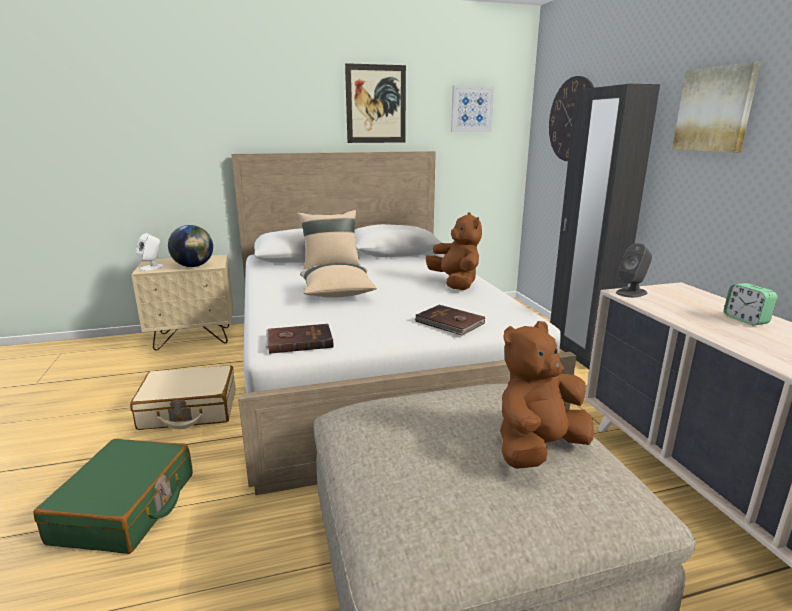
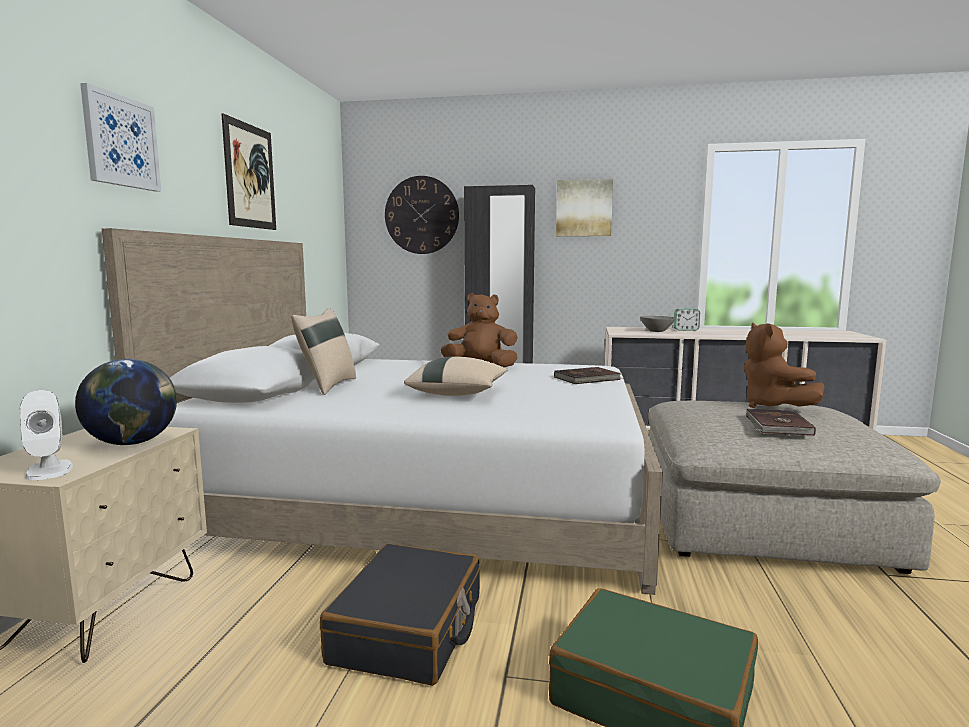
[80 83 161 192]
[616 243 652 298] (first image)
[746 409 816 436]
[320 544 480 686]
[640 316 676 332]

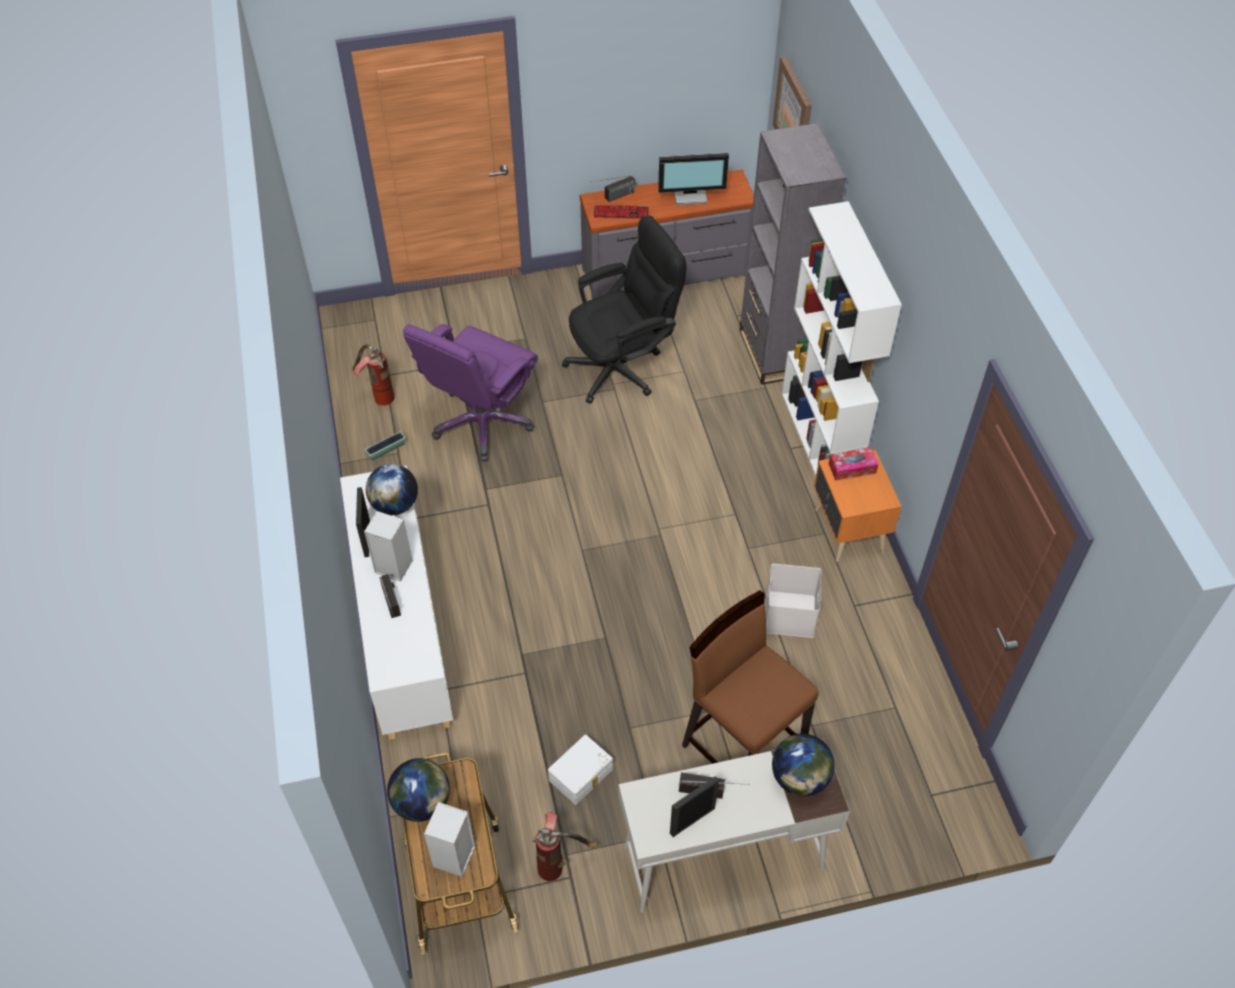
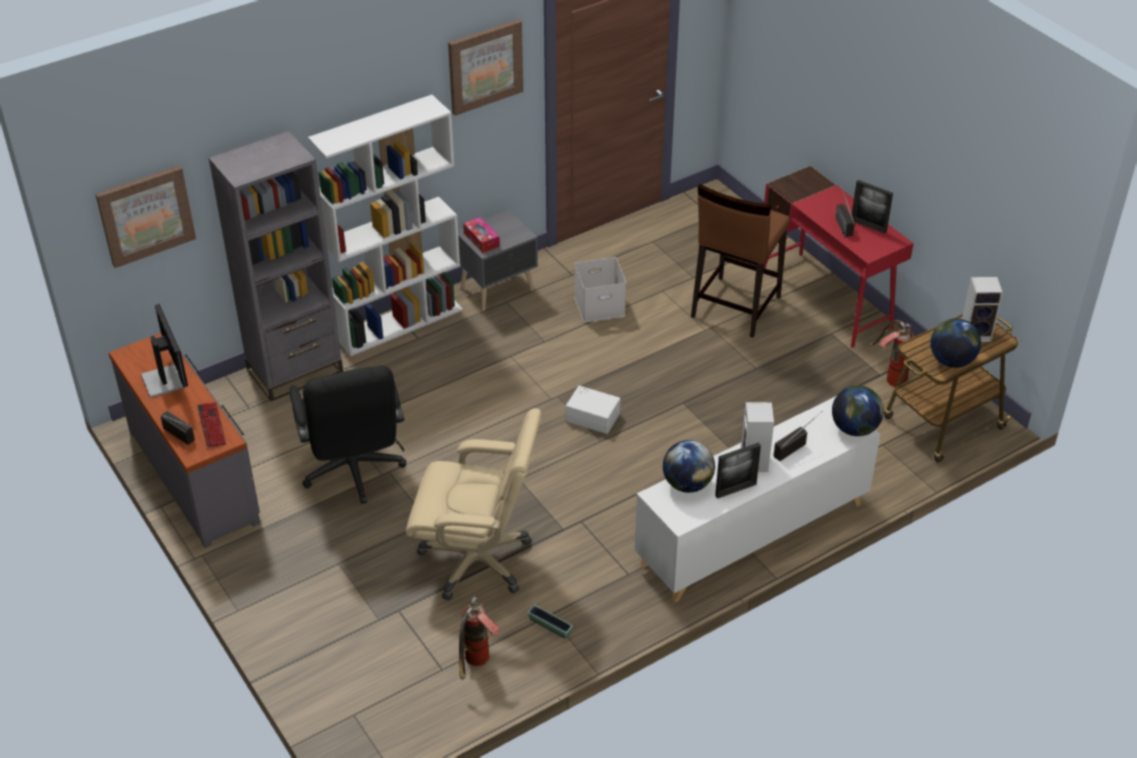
[289 366 406 504]
[406 408 542 600]
[458 210 538 311]
[566 386 620 434]
[832 385 884 436]
[764 166 914 348]
[448 19 523 116]

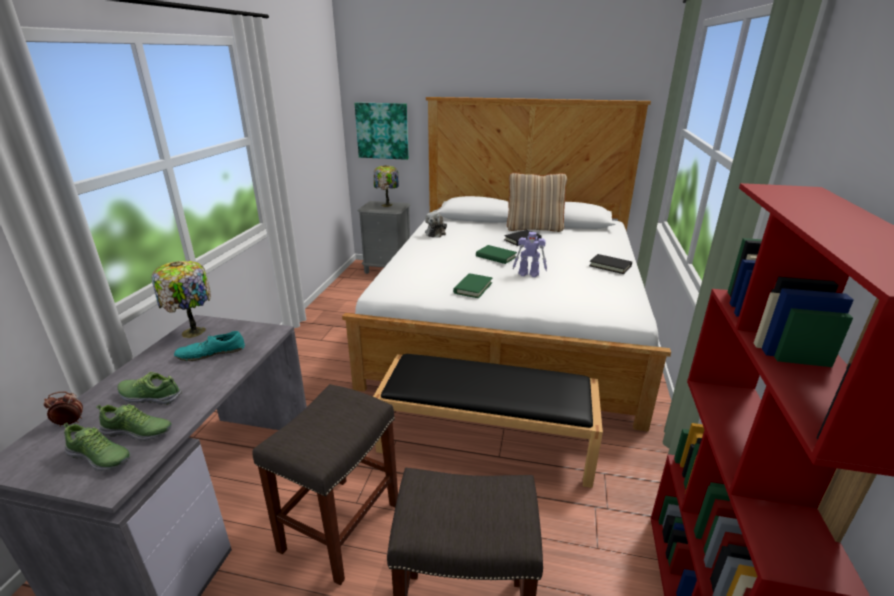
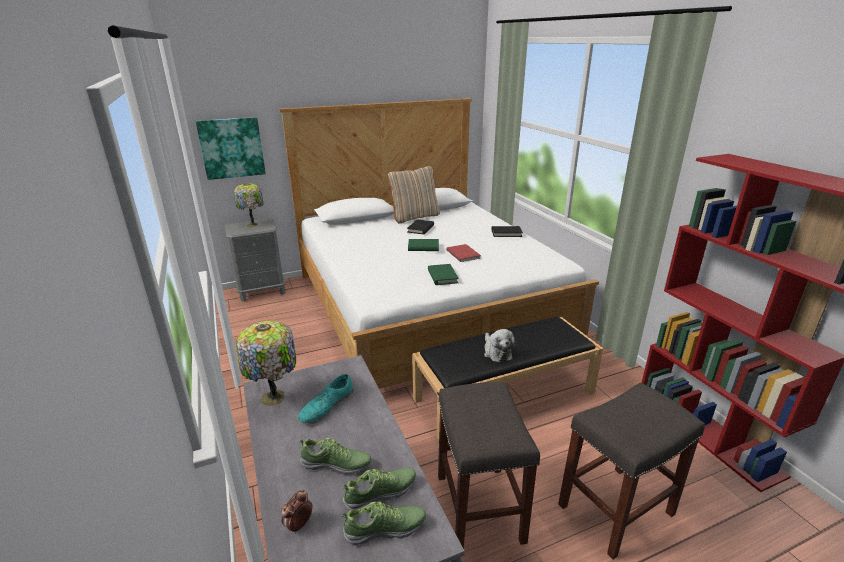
[484 329 515 363]
[446 244 481 262]
[299 438 371 475]

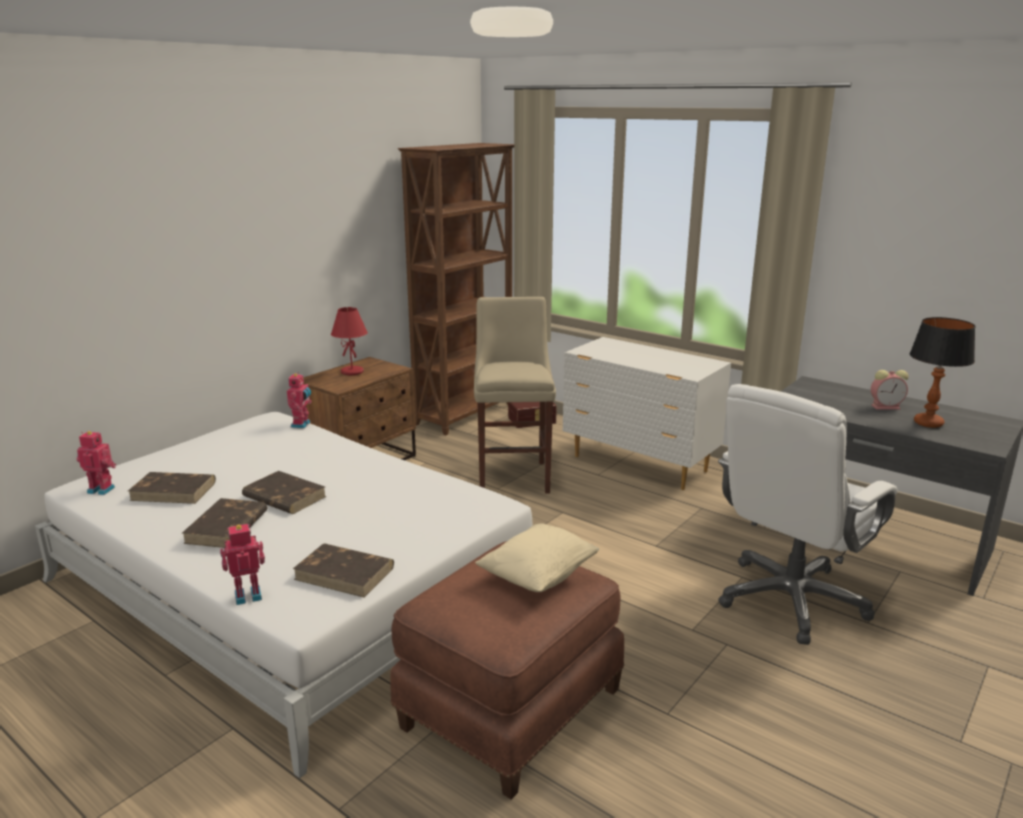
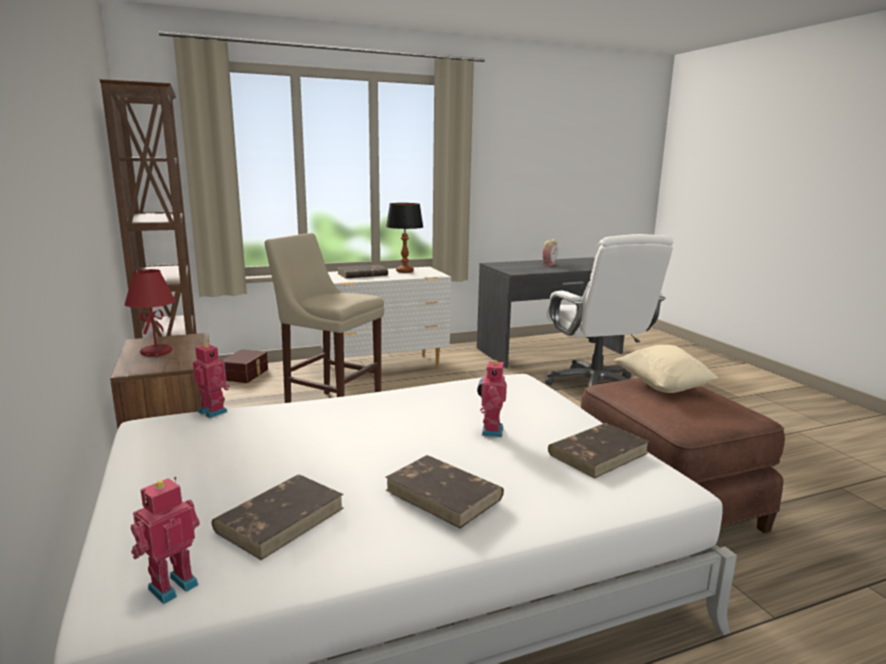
[386 203 423 273]
[337 264 388 279]
[477 358 507 437]

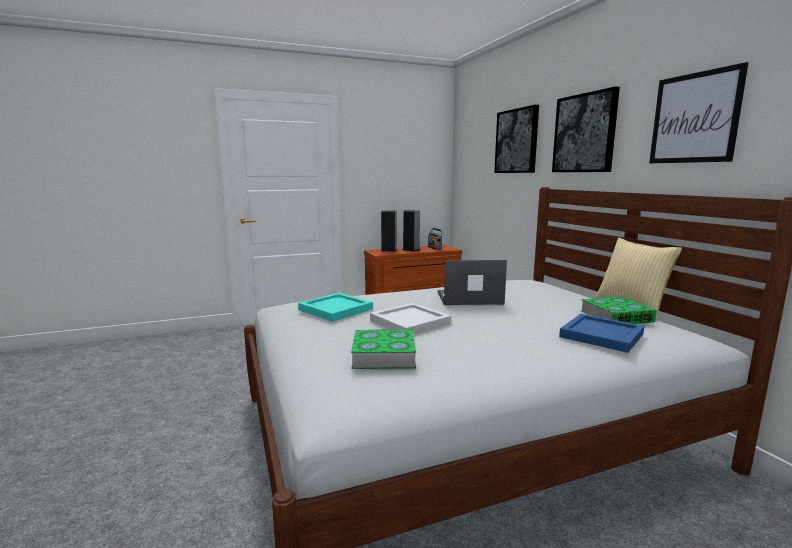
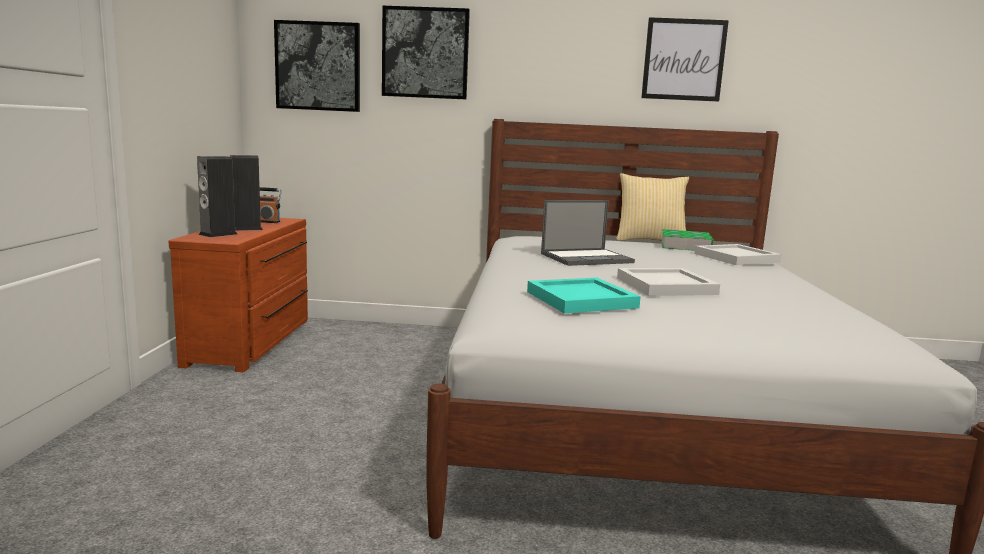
[274 20 360 112]
[541 200 635 266]
[694 244 782 265]
[351 330 416 369] (first image)

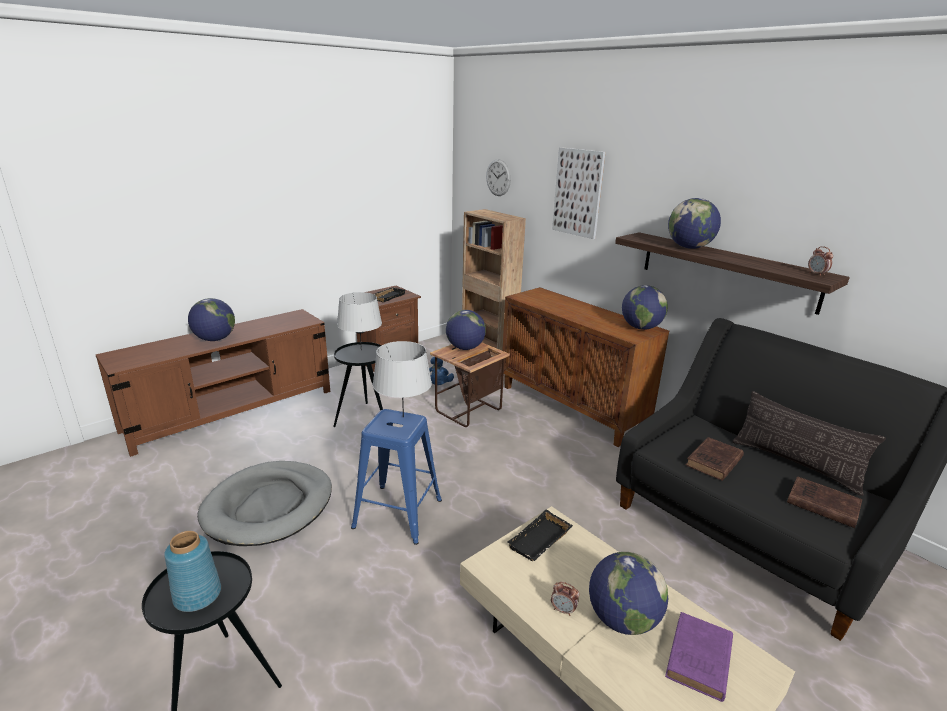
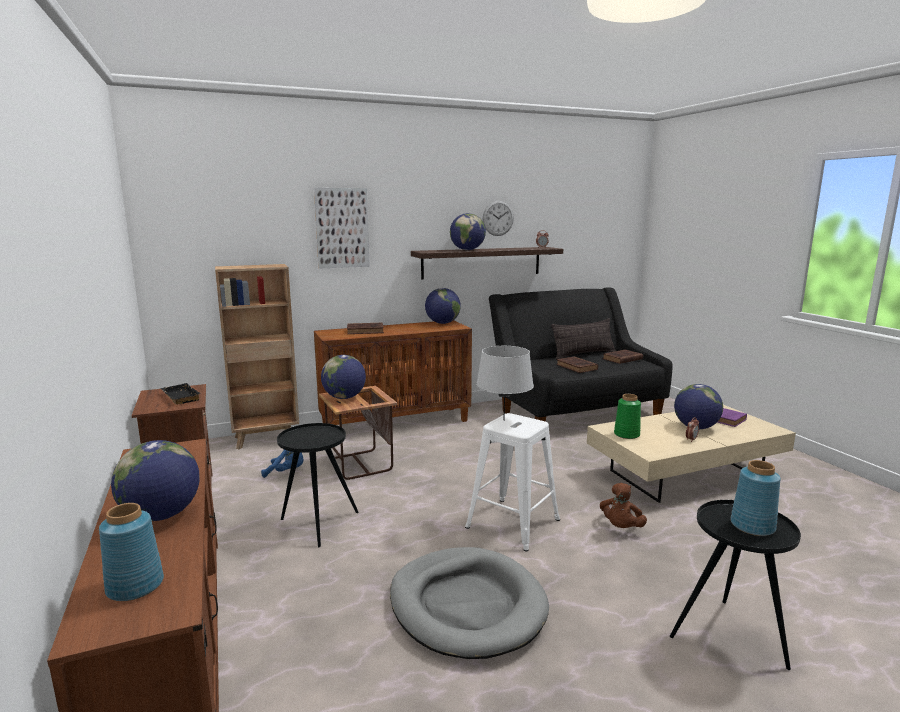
[483 201 514 236]
[337 292 382 351] (first image)
[465 413 560 552]
[614 394 641 439]
[347 323 384 334]
[600 483 647 528]
[99 503 164 601]

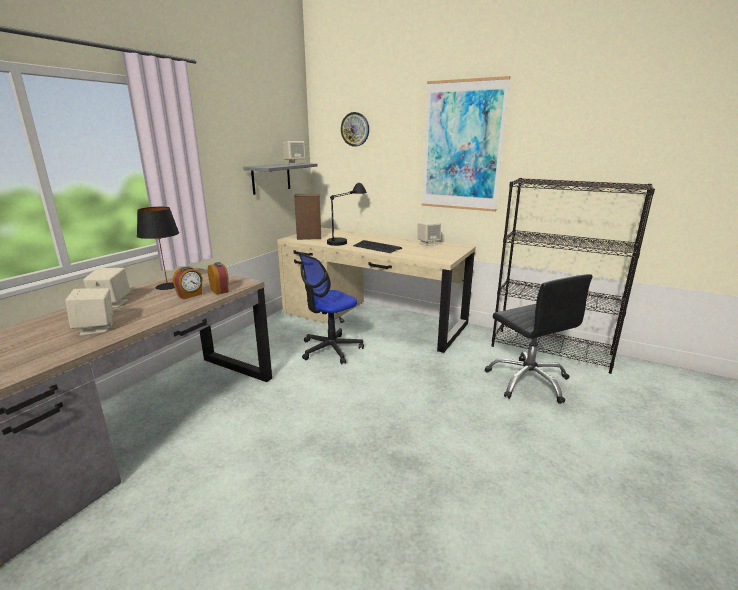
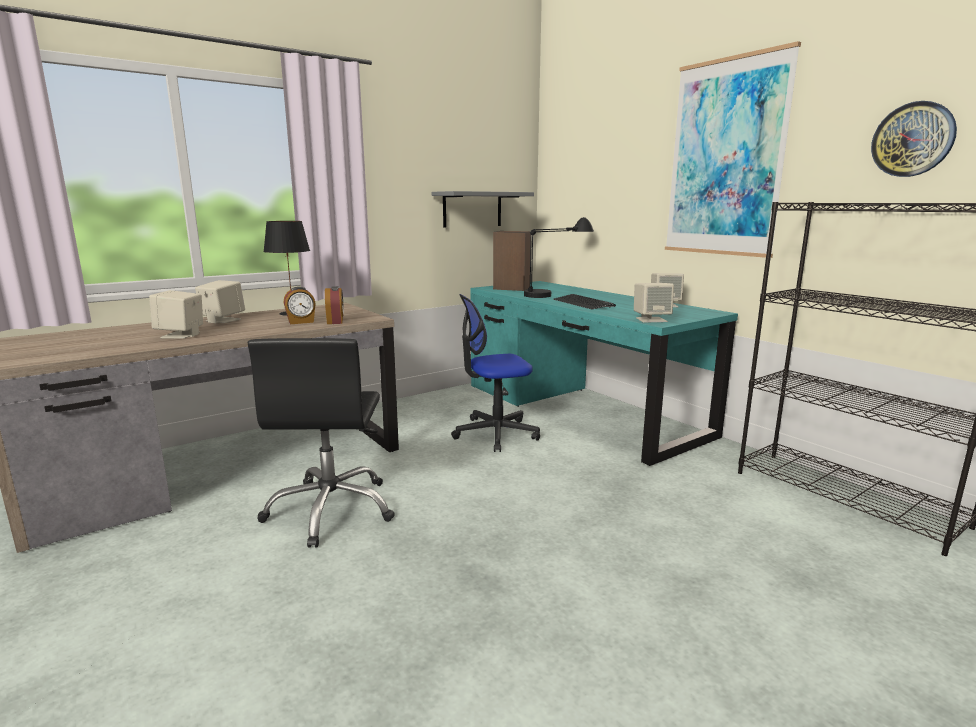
[871 101 957 177]
[634 283 674 323]
[470 281 738 466]
[248 338 395 548]

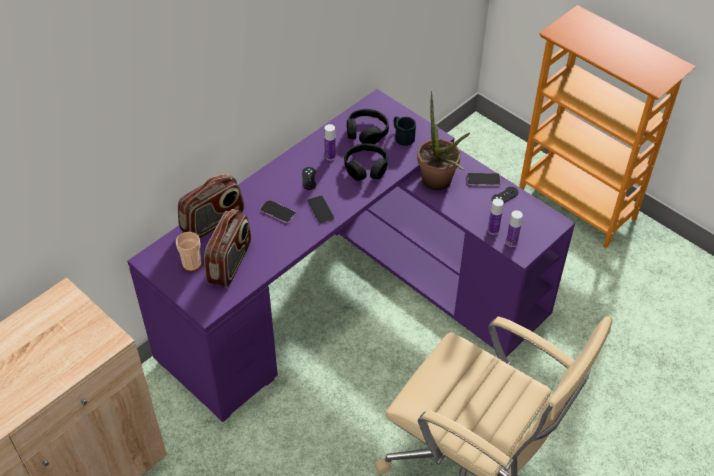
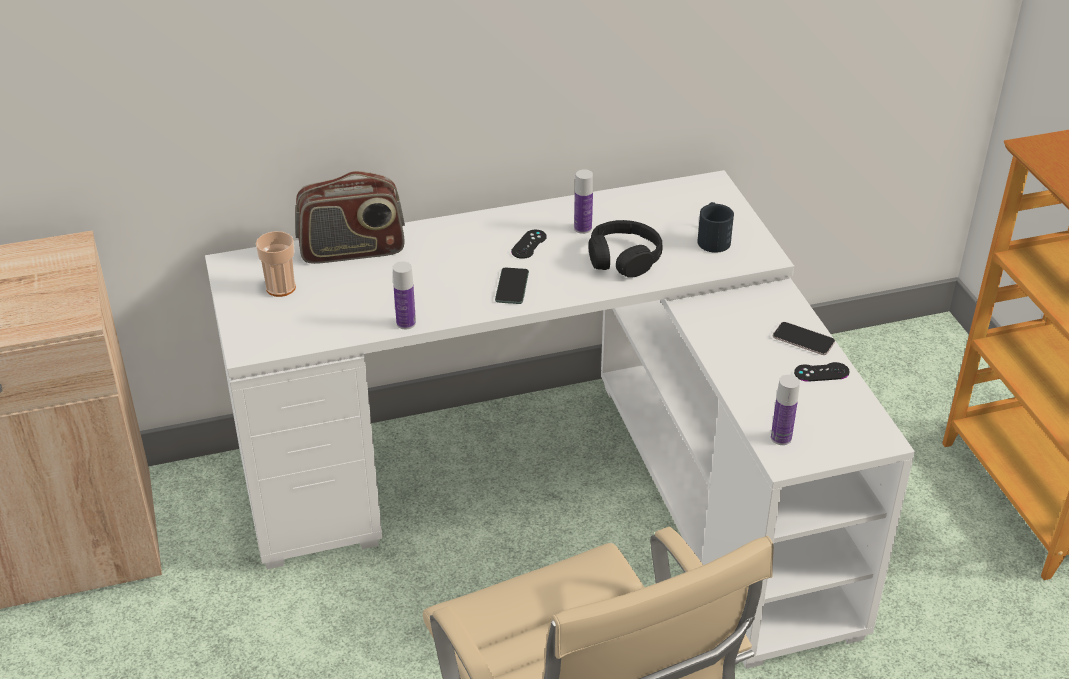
[205 170 915 669]
[417 91 470 190] (first image)
[347 109 389 144] (first image)
[393 261 416 329]
[260 200 296 223] (first image)
[204 209 251 288] (first image)

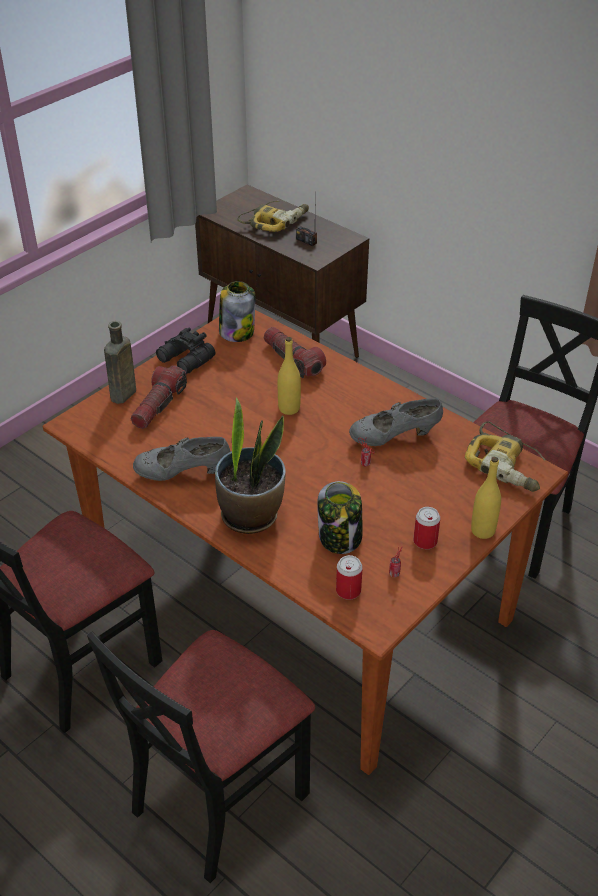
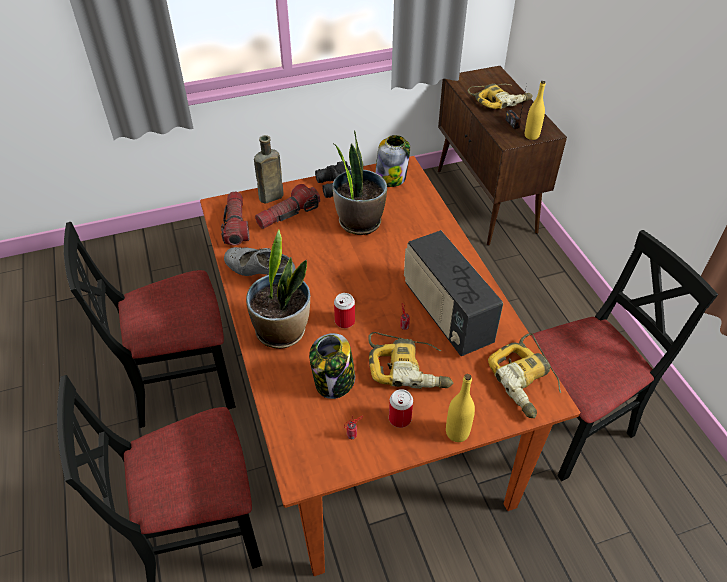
[221 192 250 246]
[525 81 545 140]
[404 230 503 356]
[334 293 355 328]
[332 130 387 235]
[368 332 453 389]

